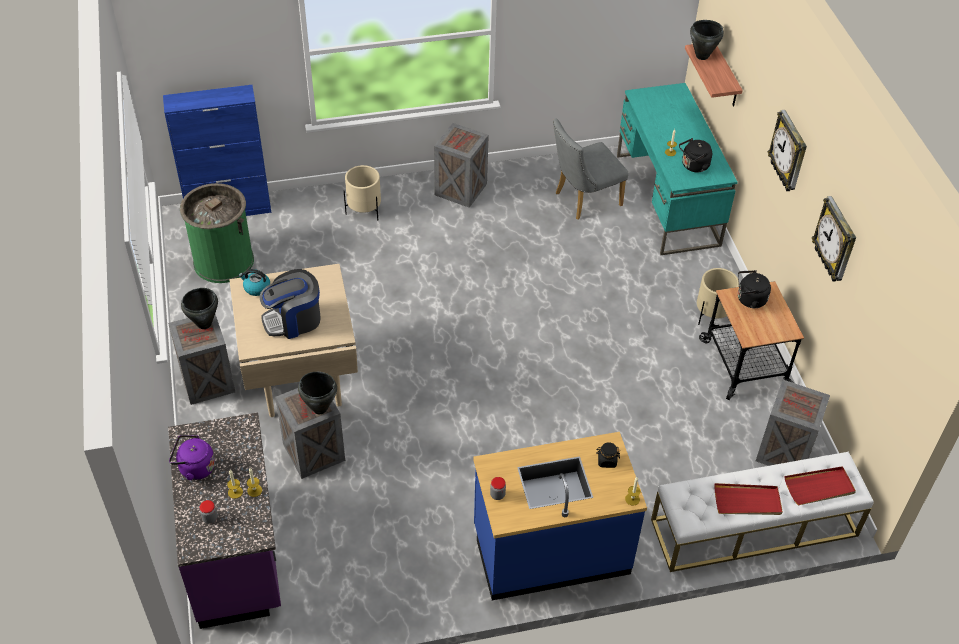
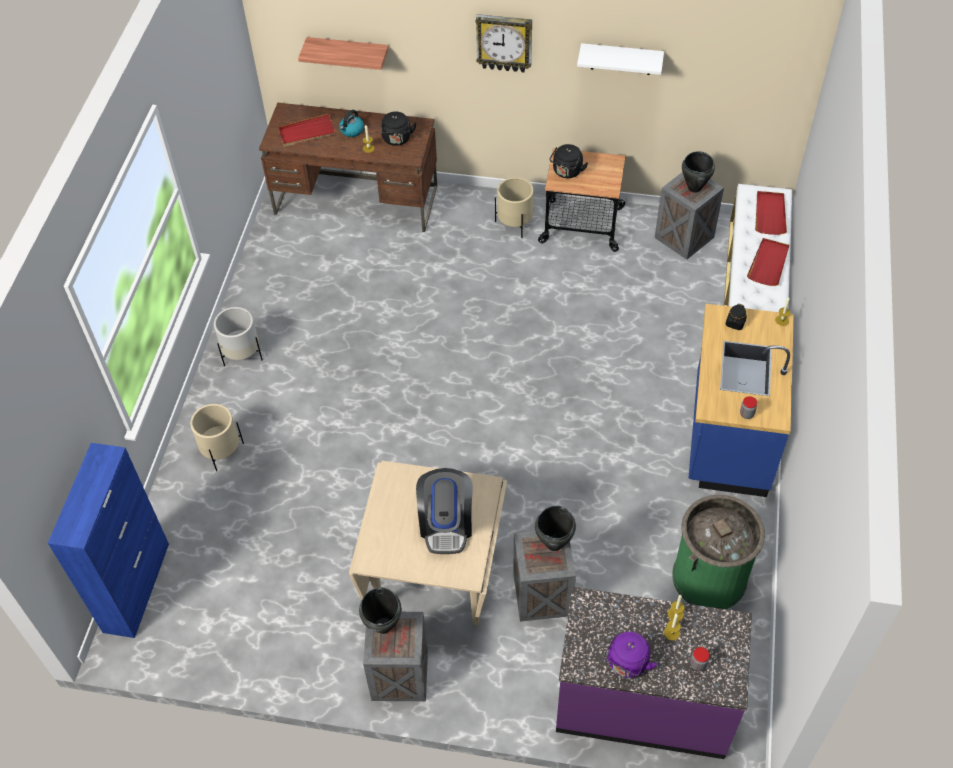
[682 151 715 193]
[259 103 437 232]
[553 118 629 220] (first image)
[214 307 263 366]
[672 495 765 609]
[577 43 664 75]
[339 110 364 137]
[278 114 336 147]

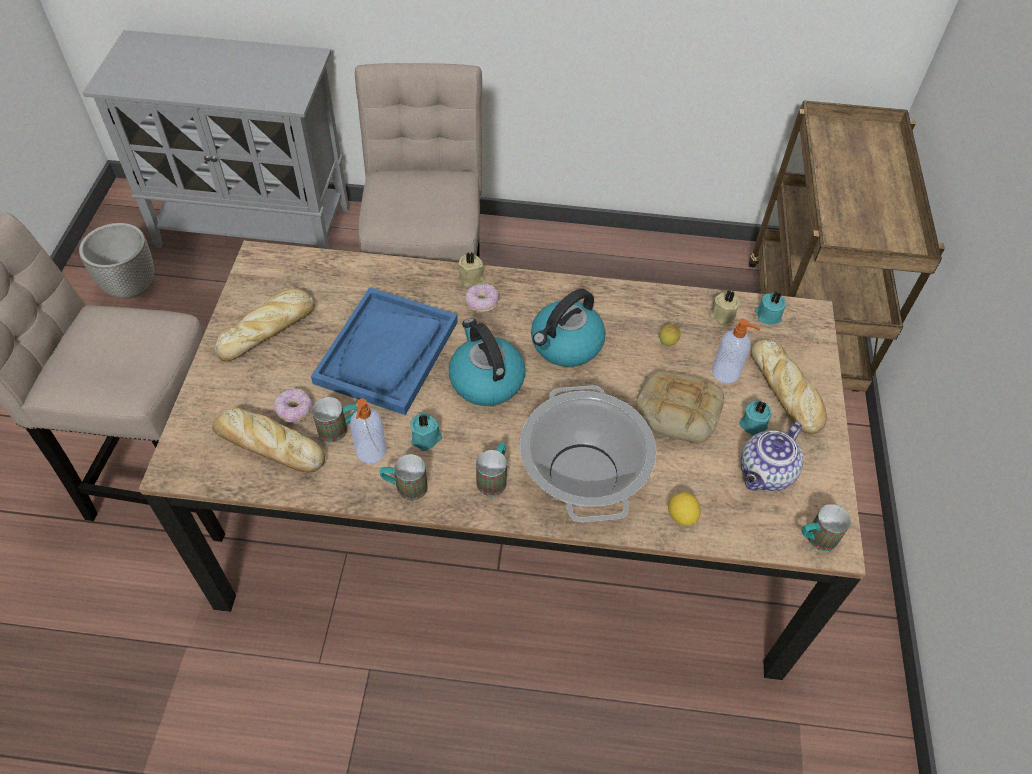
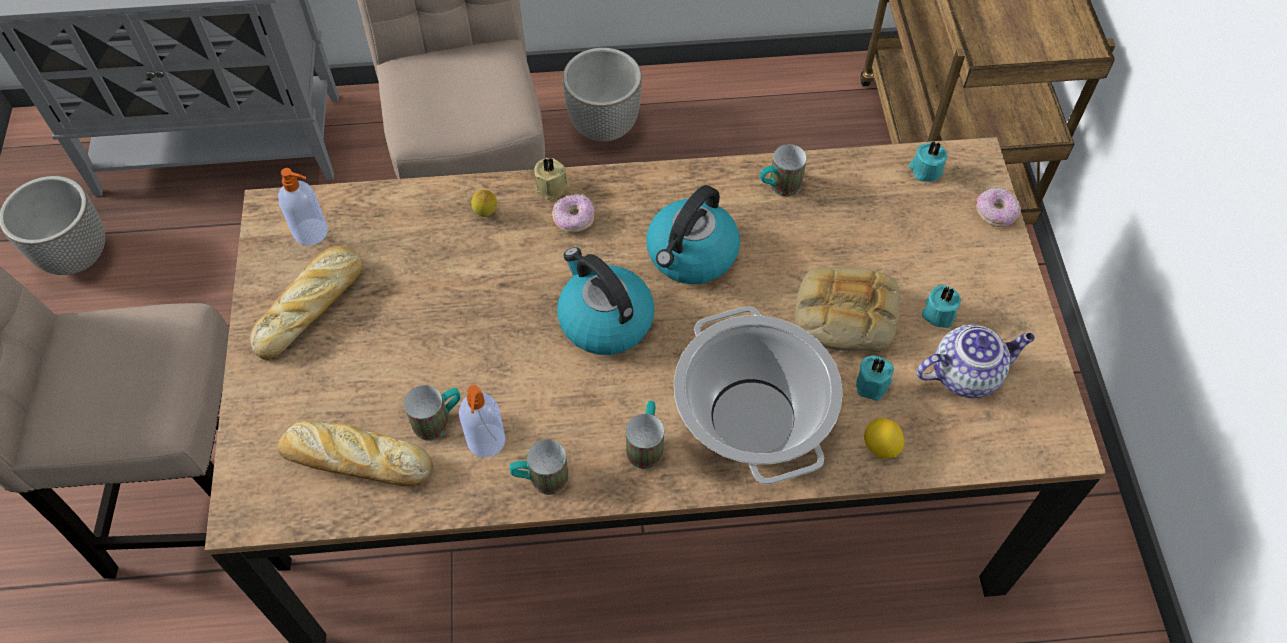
[311 287 458 415] (first image)
[709 290 740 324] (first image)
[278 168 328 246]
[471 190 497 217]
[751 340 827 434] (first image)
[976 187 1021 227]
[856 355 894 401]
[916 325 1035 398]
[760 144 807 197]
[563 48 642 142]

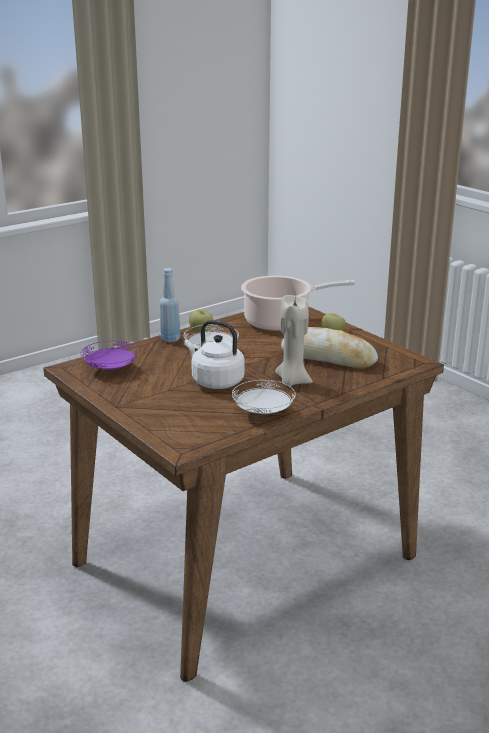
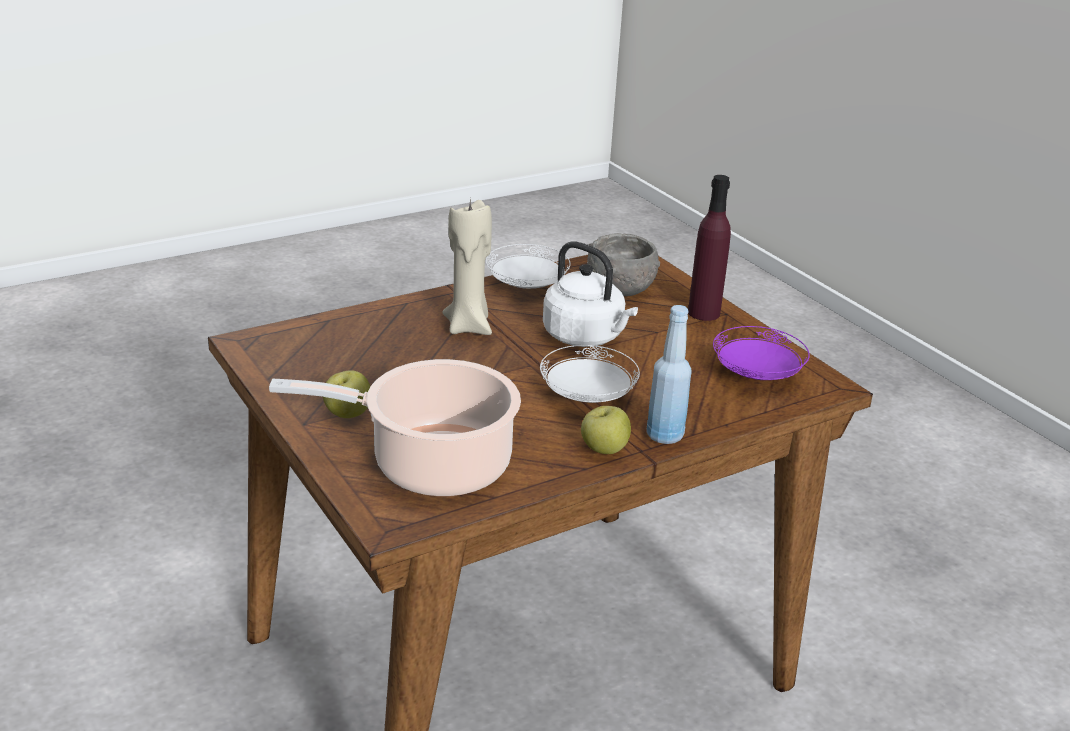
[281 327 378 369] (first image)
[688 175 731 321]
[587 233 660 296]

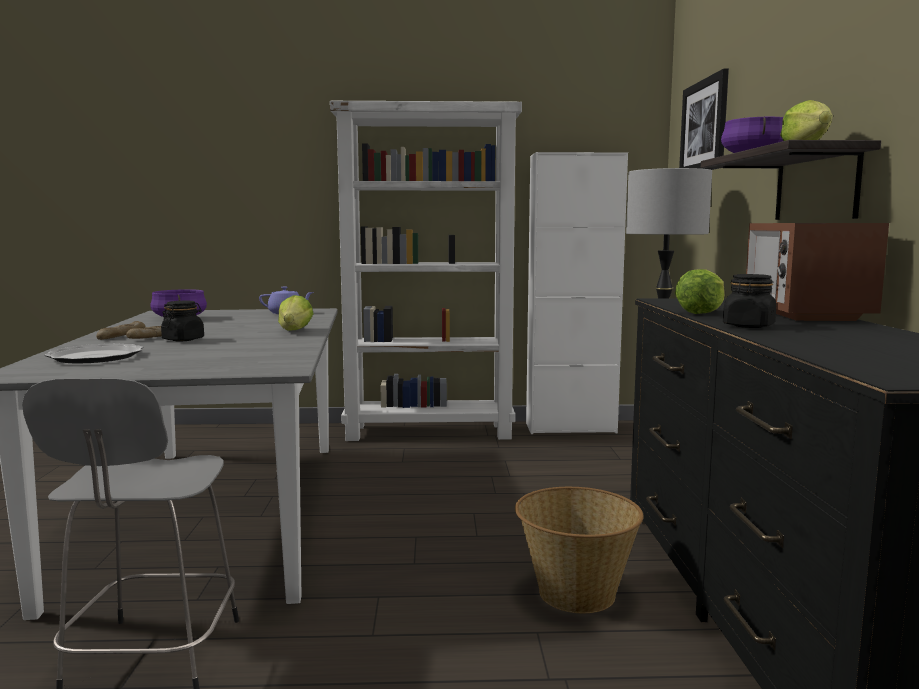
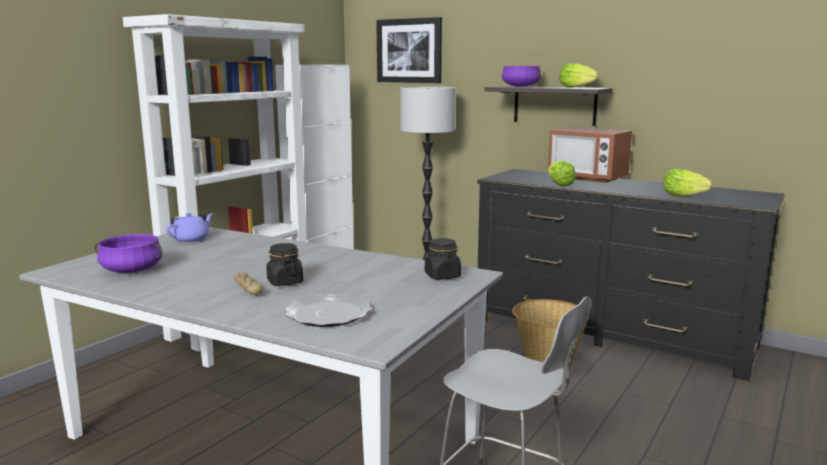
[425 238 461 280]
[664 169 712 197]
[96 321 145 340] (first image)

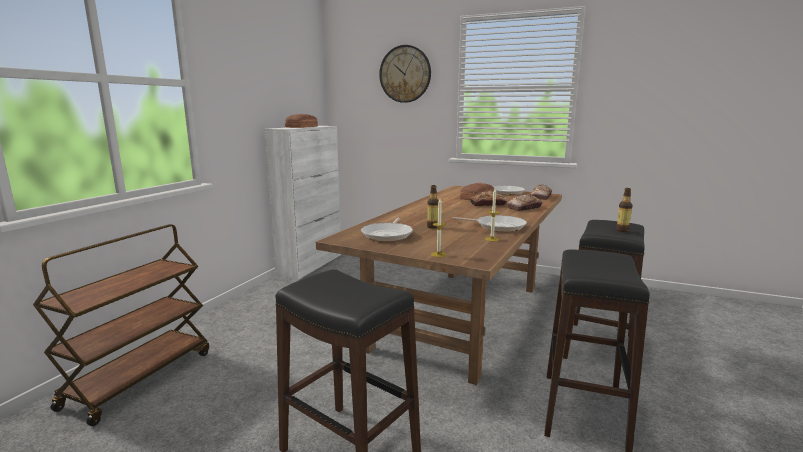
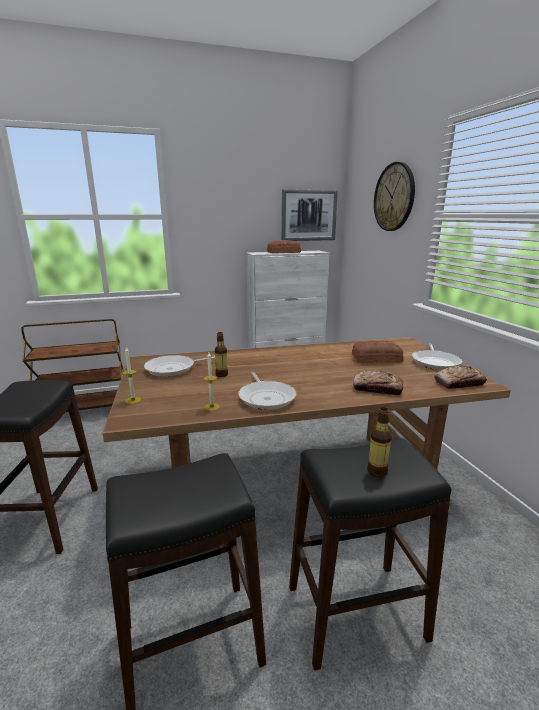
[470 191 507 206] (first image)
[282 189 338 241]

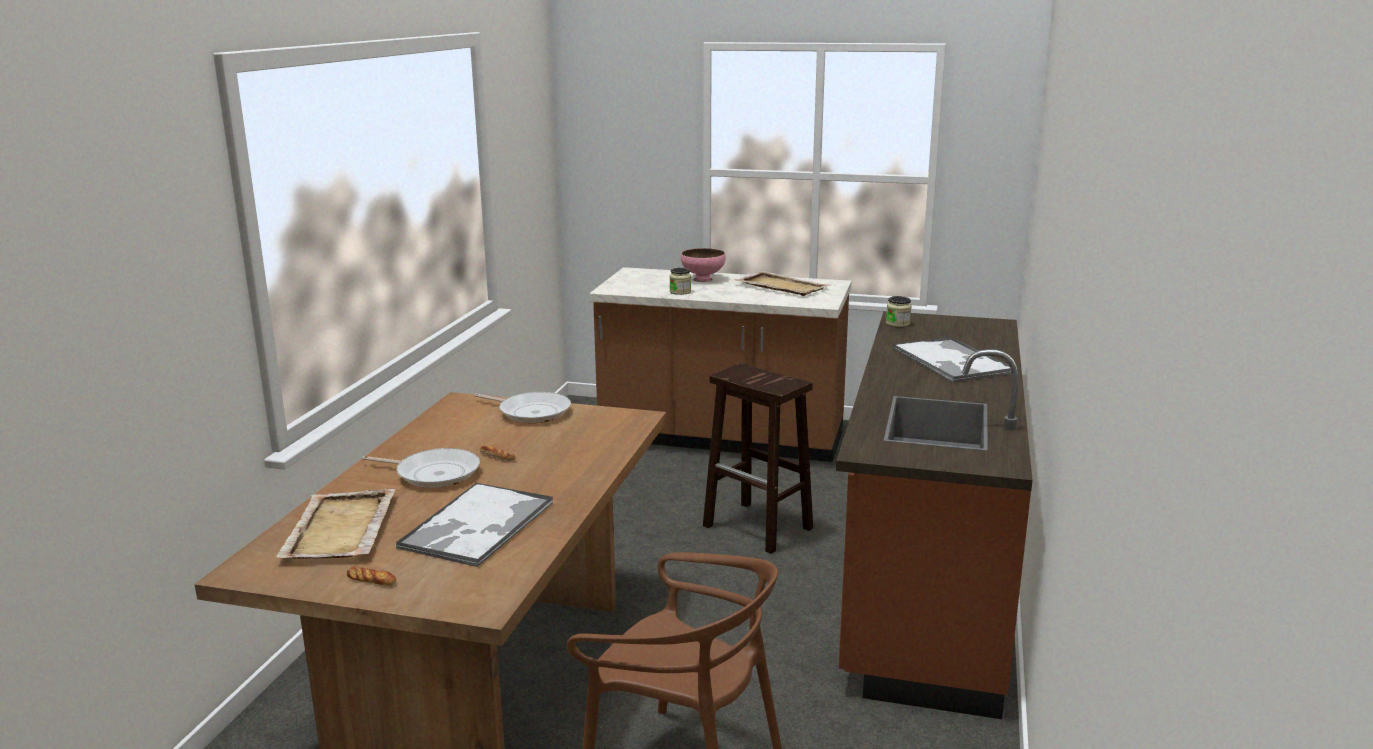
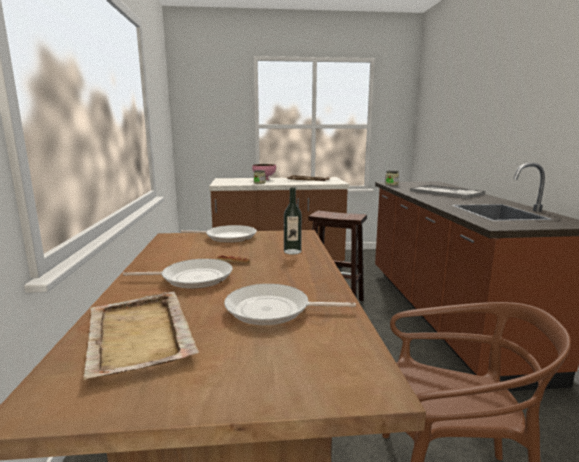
[224 284 356 325]
[347 566 397 586] (first image)
[284 187 302 254]

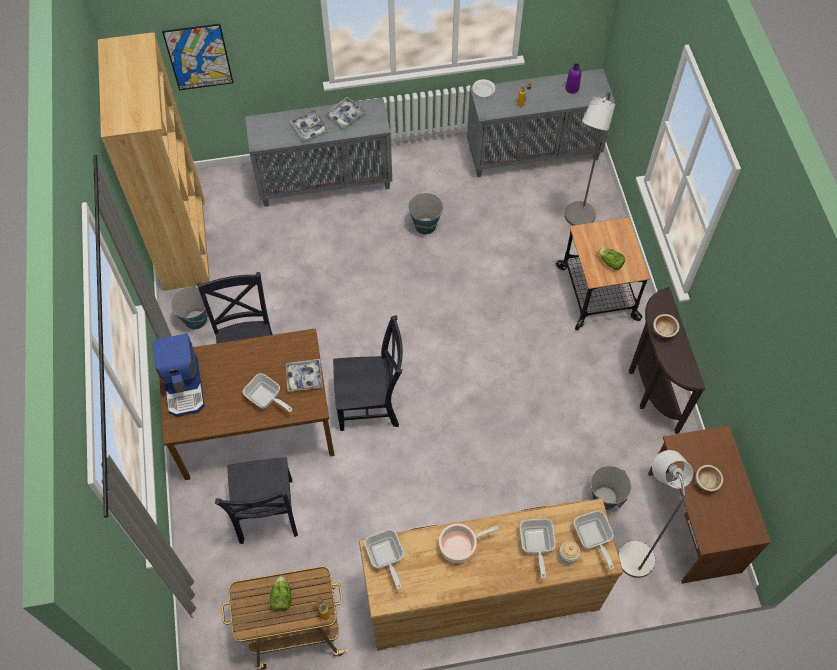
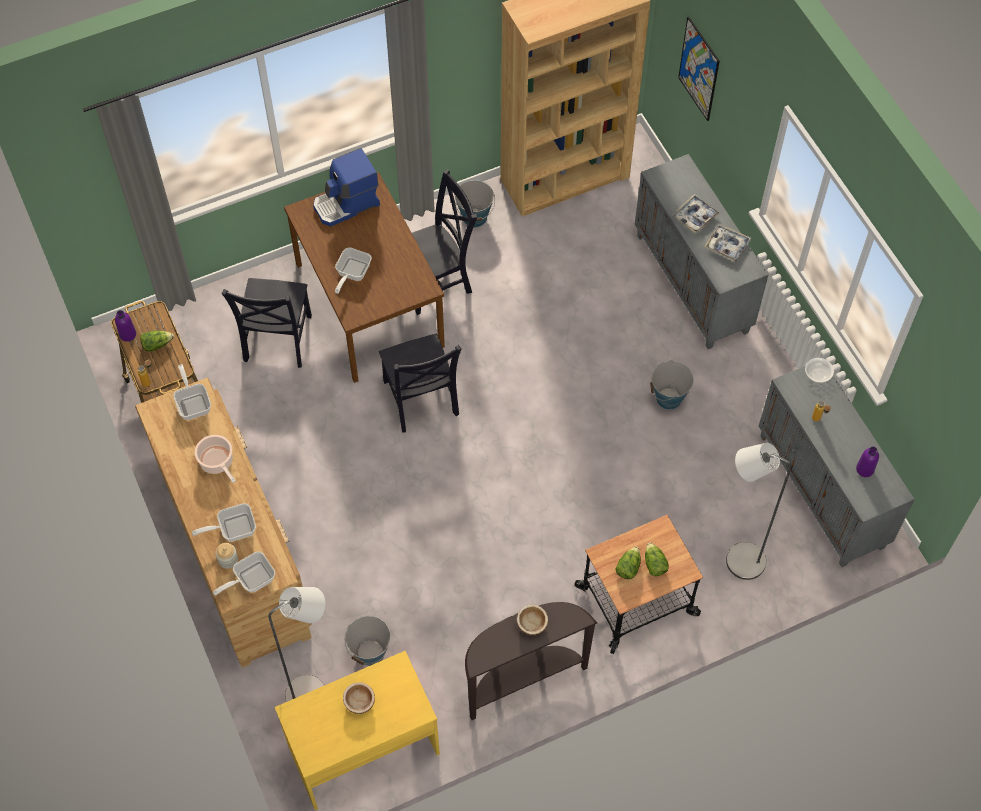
[286 359 323 392] (first image)
[275 651 440 810]
[221 278 312 368]
[173 364 211 420]
[115 310 136 342]
[645 543 669 576]

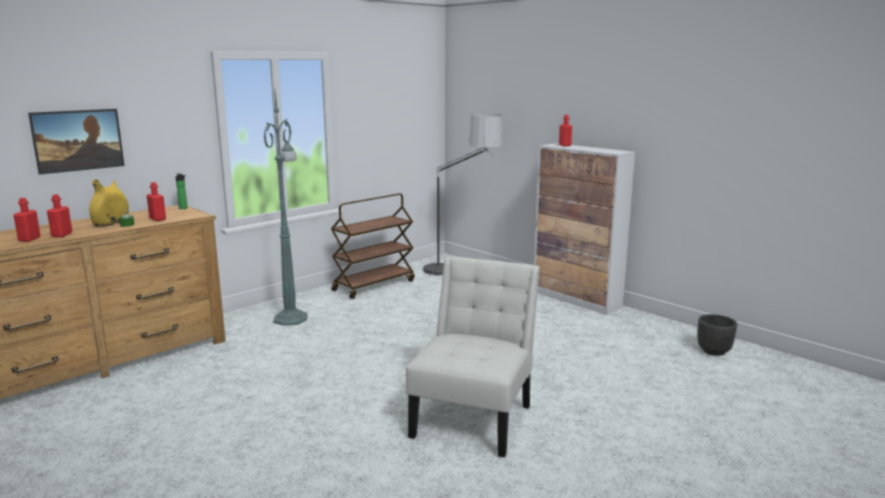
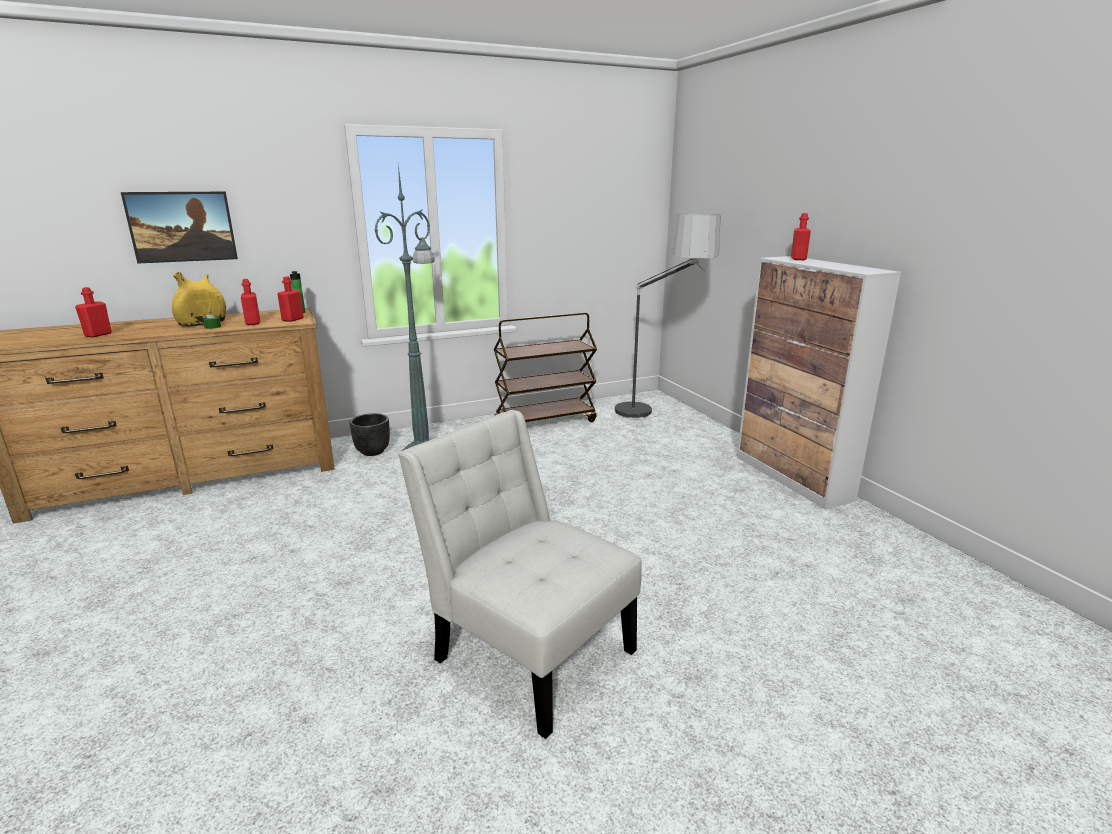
[277 277 304 322]
[398 410 642 739]
[350 413 390 456]

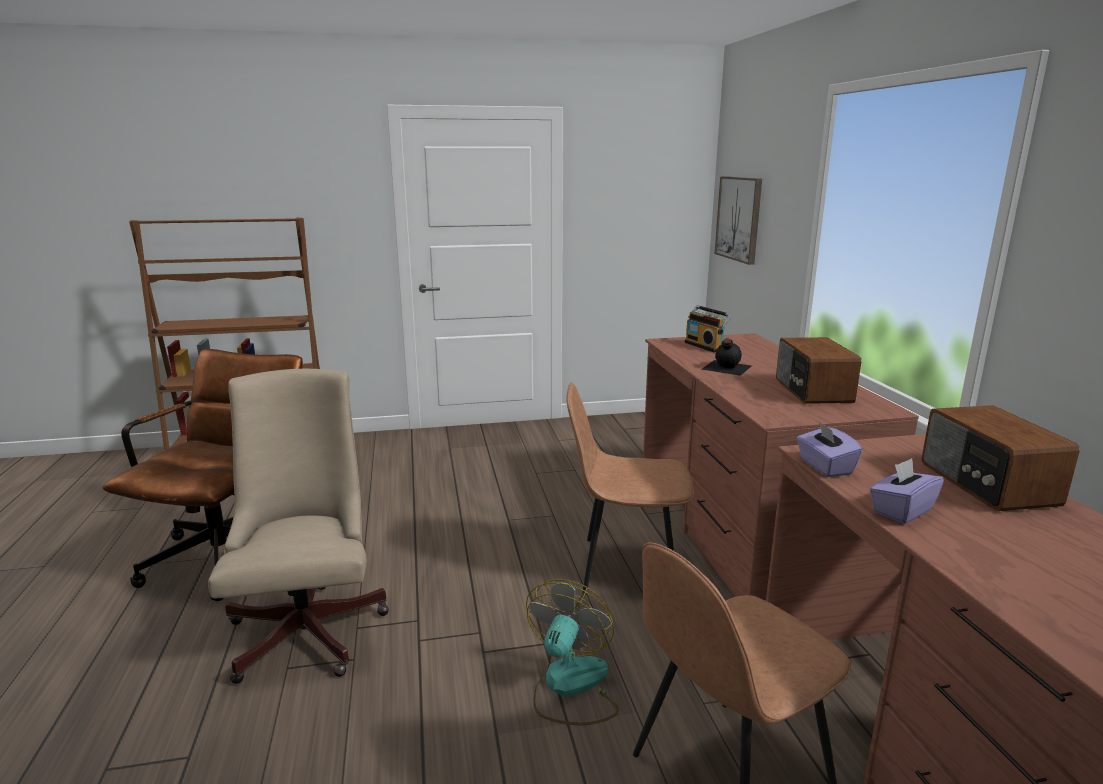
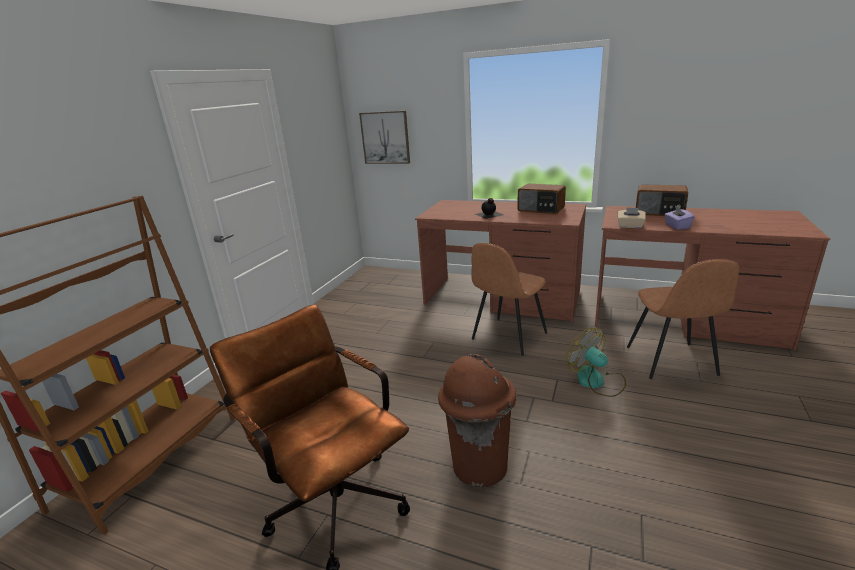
[684 305 732 353] (first image)
[438 354 517 487]
[618 207 646 228]

